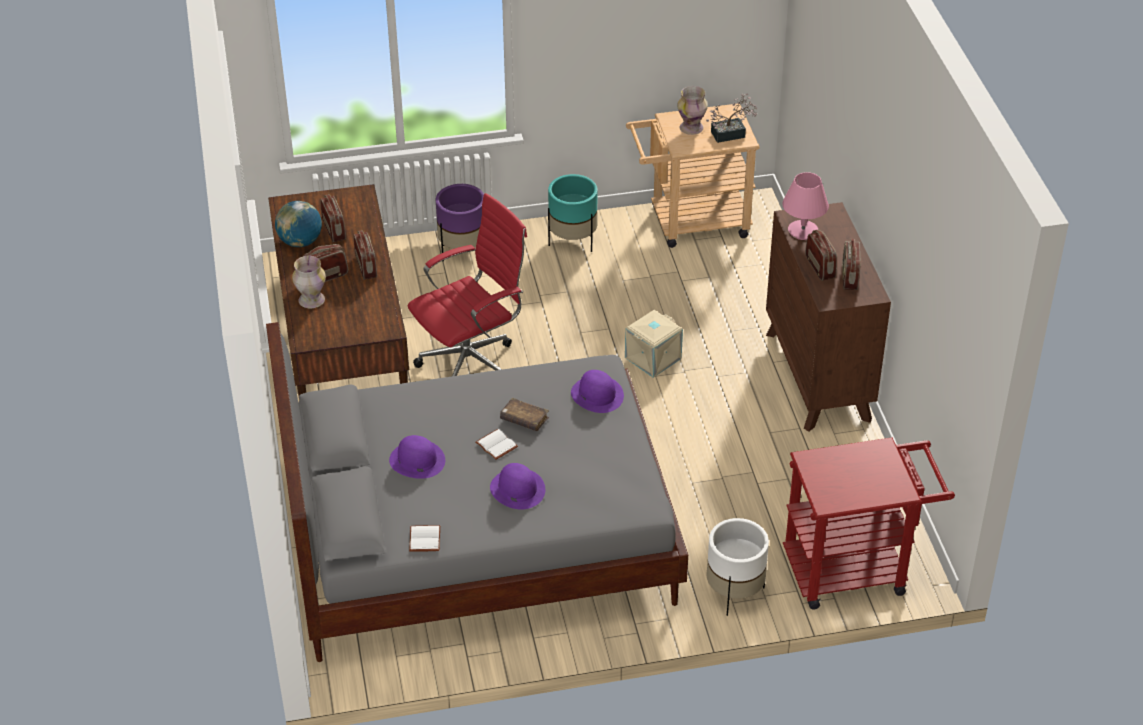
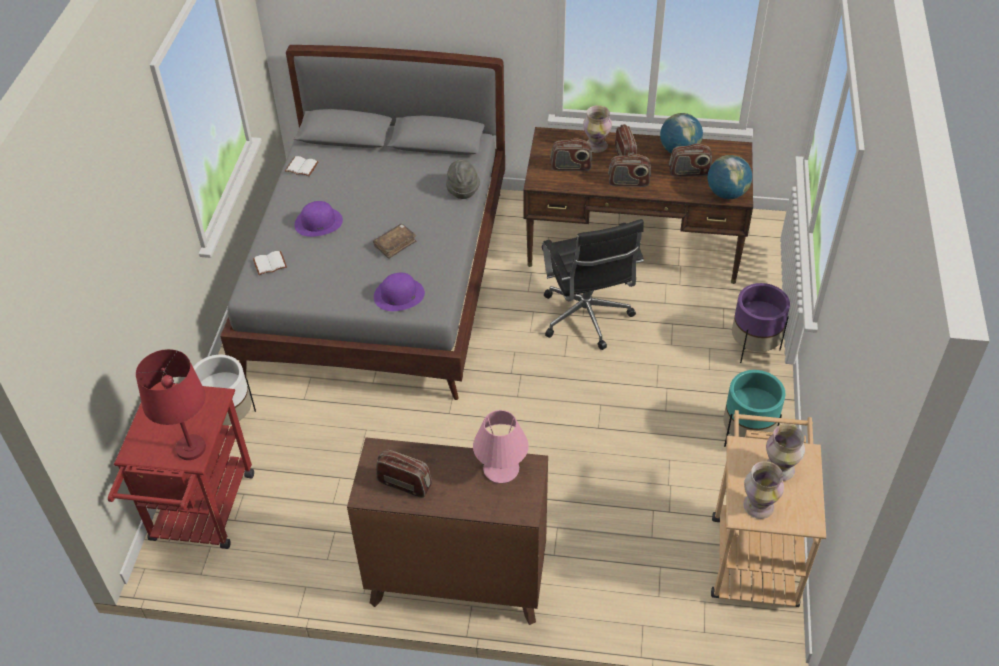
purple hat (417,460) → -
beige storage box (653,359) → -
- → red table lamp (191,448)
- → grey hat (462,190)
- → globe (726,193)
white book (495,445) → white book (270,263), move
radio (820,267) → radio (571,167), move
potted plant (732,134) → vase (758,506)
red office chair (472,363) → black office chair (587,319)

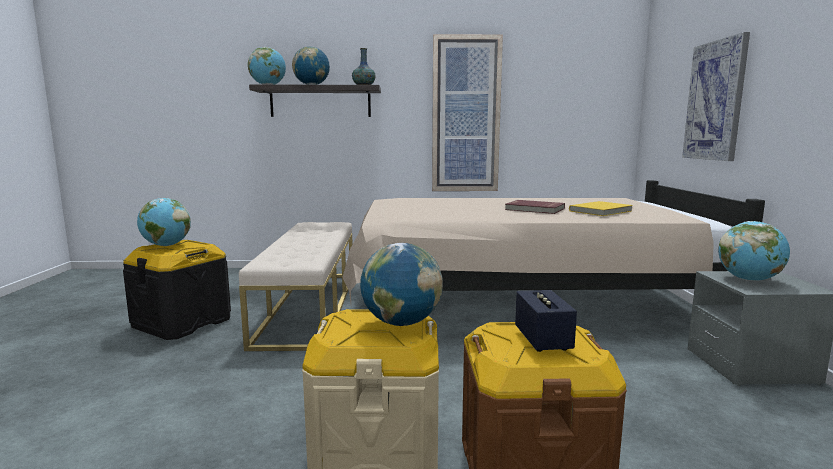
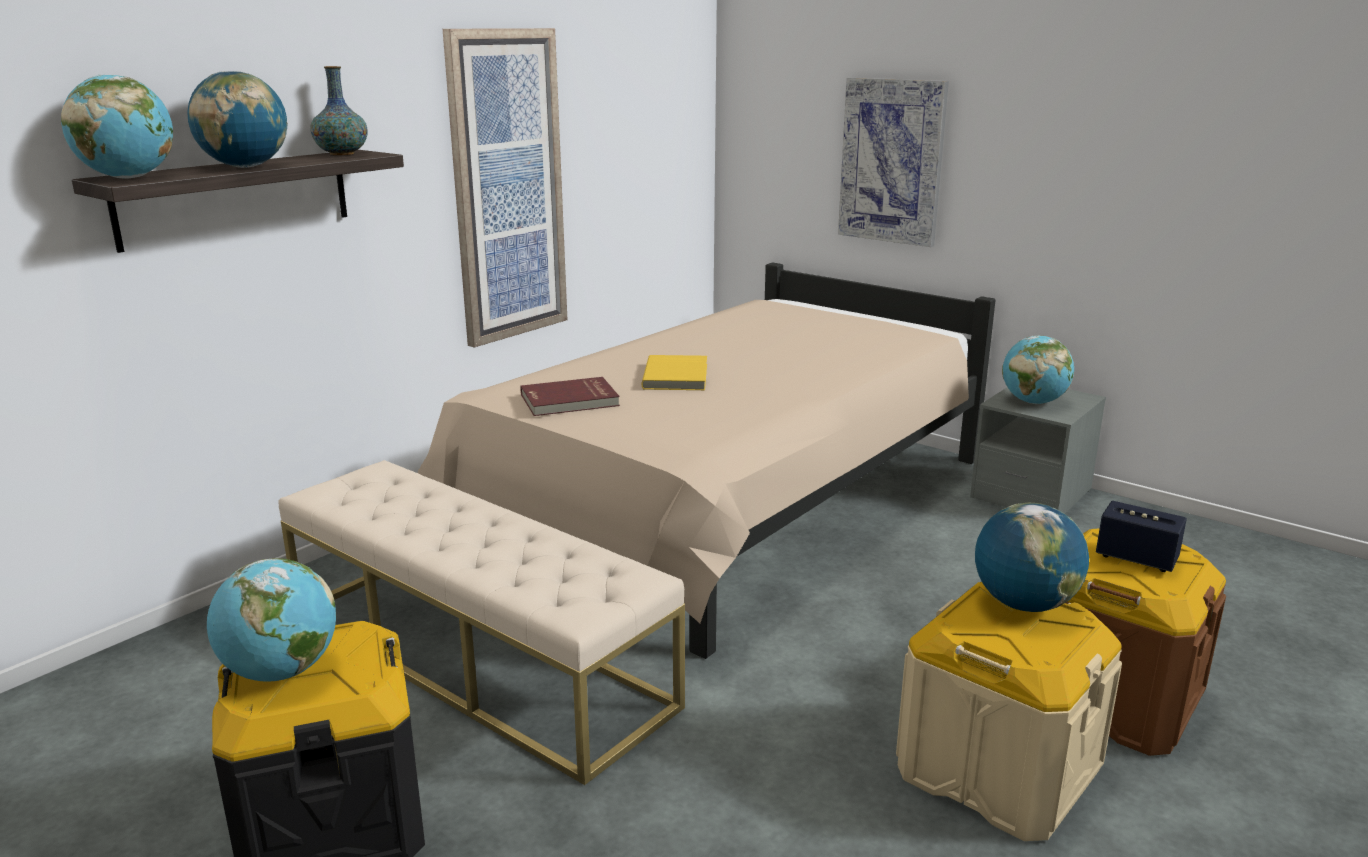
red book (534,209) → red book (570,401), move
yellow book (601,211) → yellow book (677,376), move

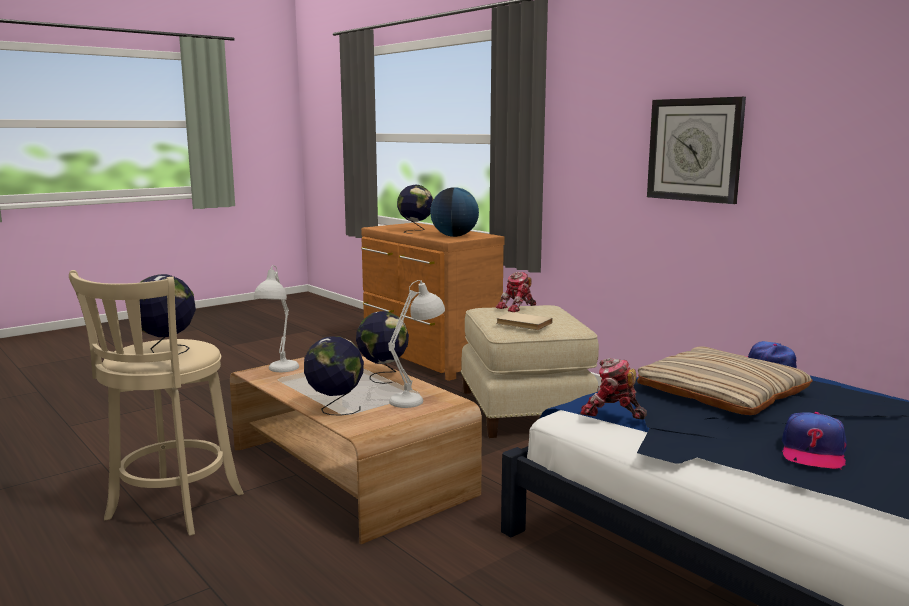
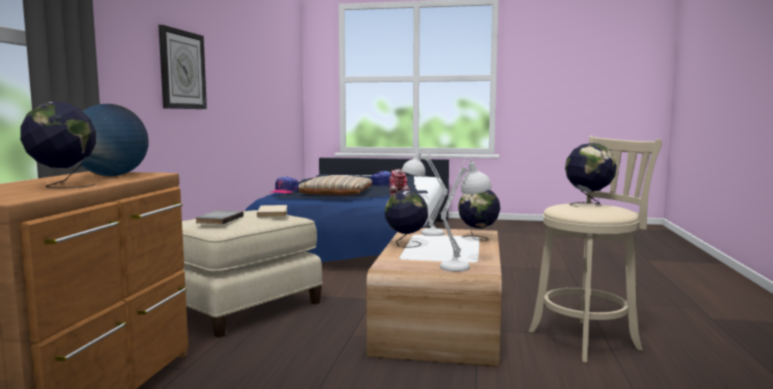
toy robot (517,307) → grey book (218,219)

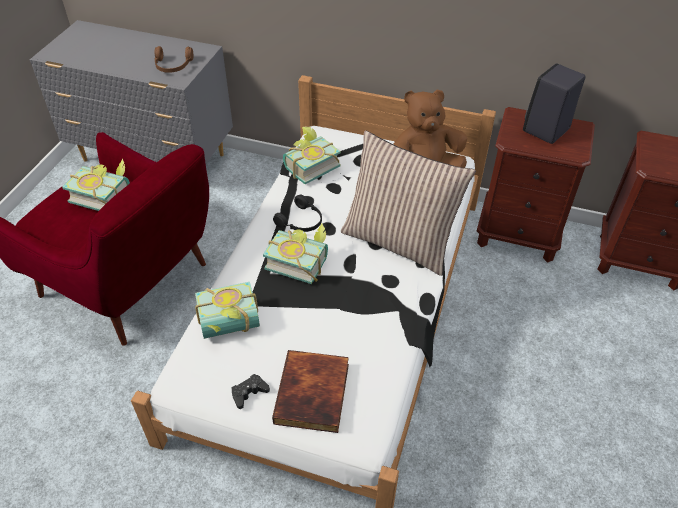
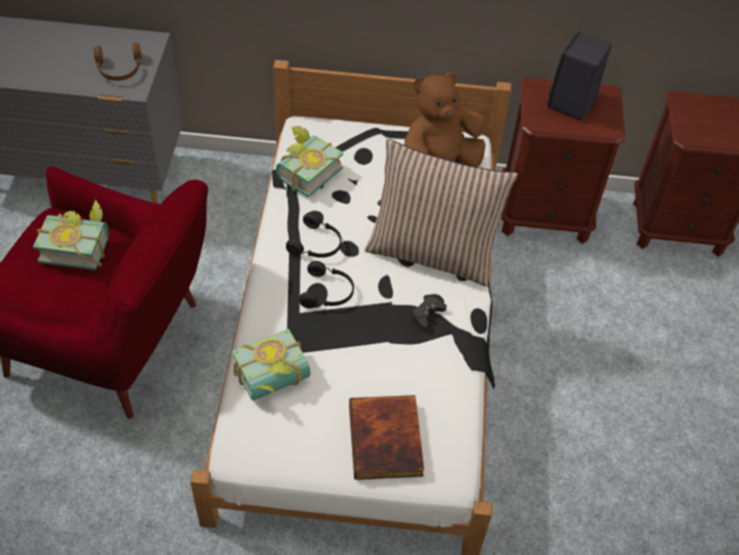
black game controller (249,393) → black game controller (427,314), move
book (299,260) → black headphones (328,292)

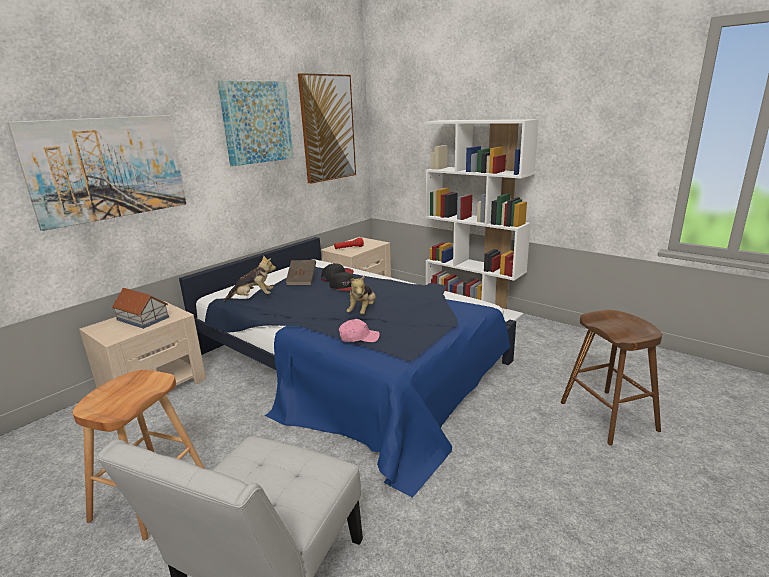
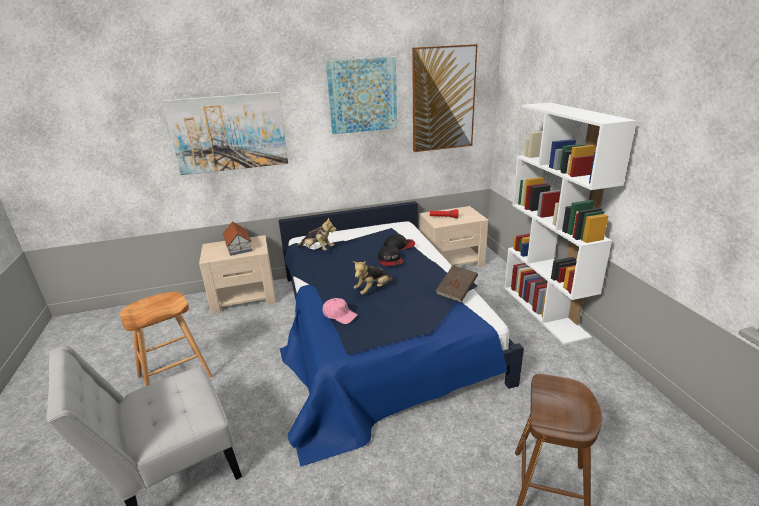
brown book (302,280) → brown book (456,291), move

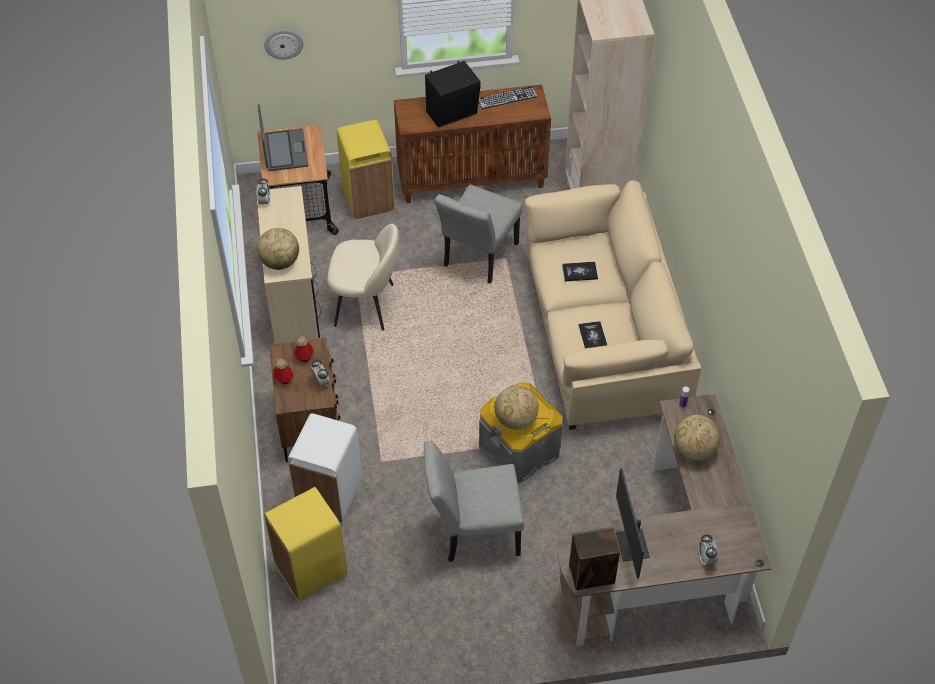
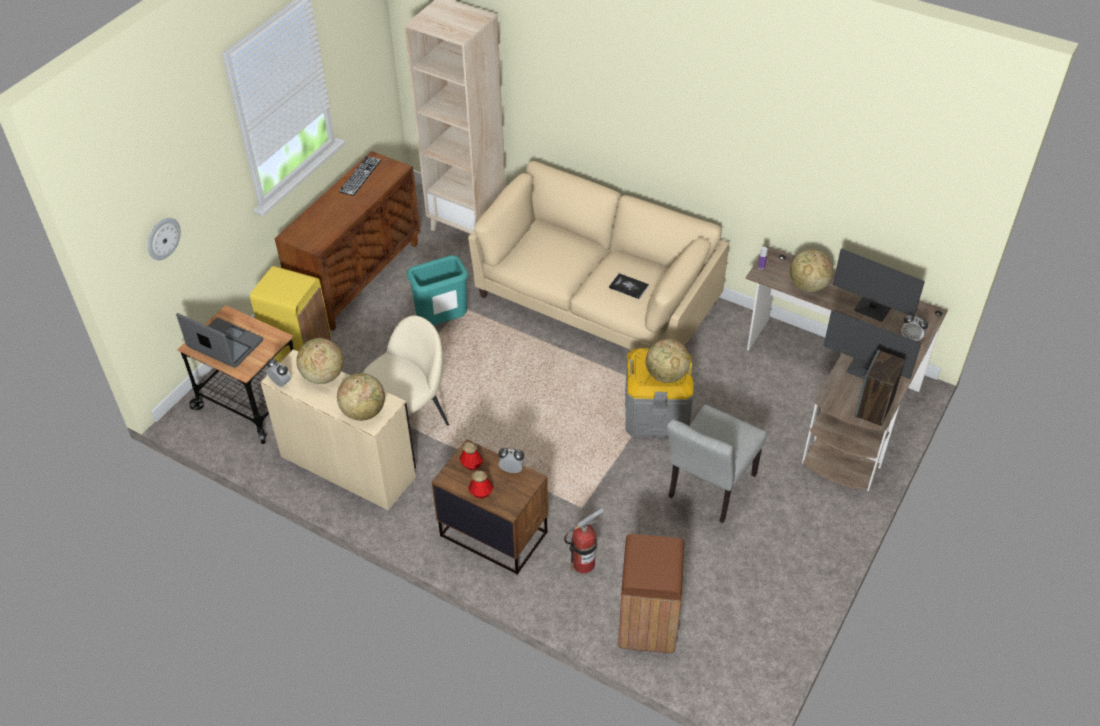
black speaker (453,113) → -
book (579,272) → -
- → globe (323,376)
- → monitor (872,309)
white trash can (330,496) → fire extinguisher (583,564)
grey chair (477,258) → turquoise trash can (442,323)
yellow trash can (310,570) → brown trash can (647,624)

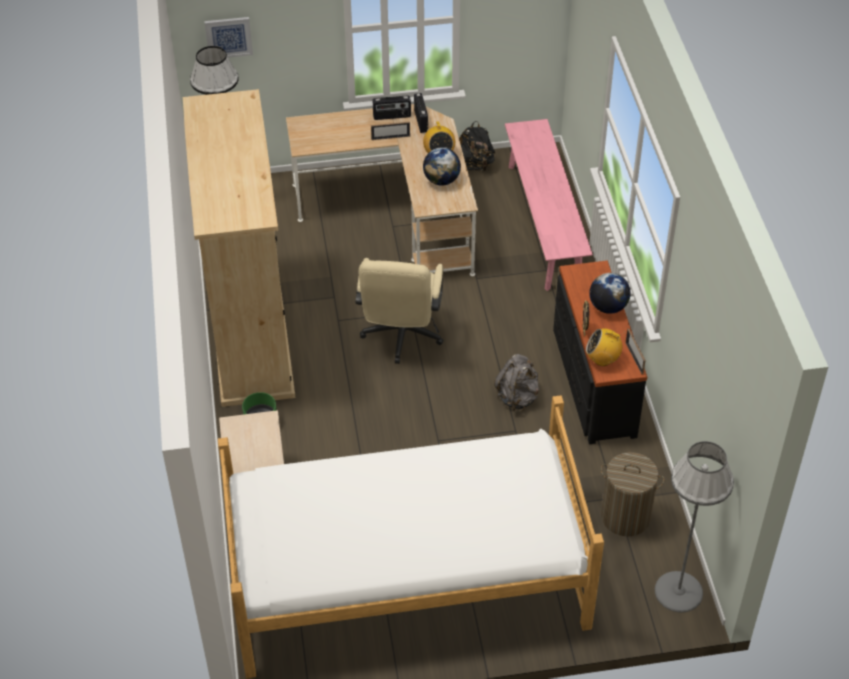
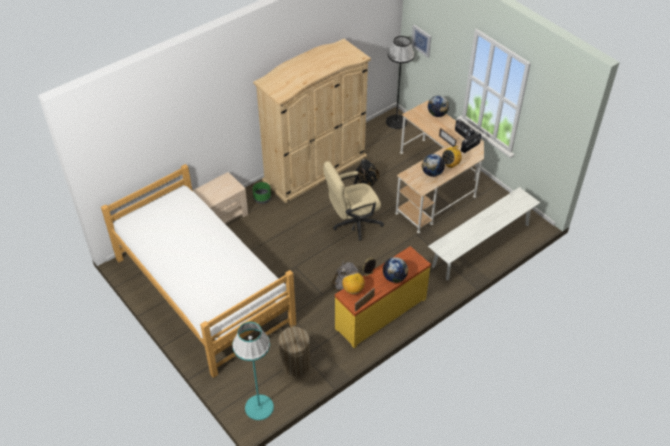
- → globe (437,114)
black backpack (474,165) → black backpack (366,182), move
pink bench (544,224) → white bench (481,245)
black dresser (592,381) → yellow dresser (380,313)
grey floor lamp (678,592) → turquoise floor lamp (259,407)

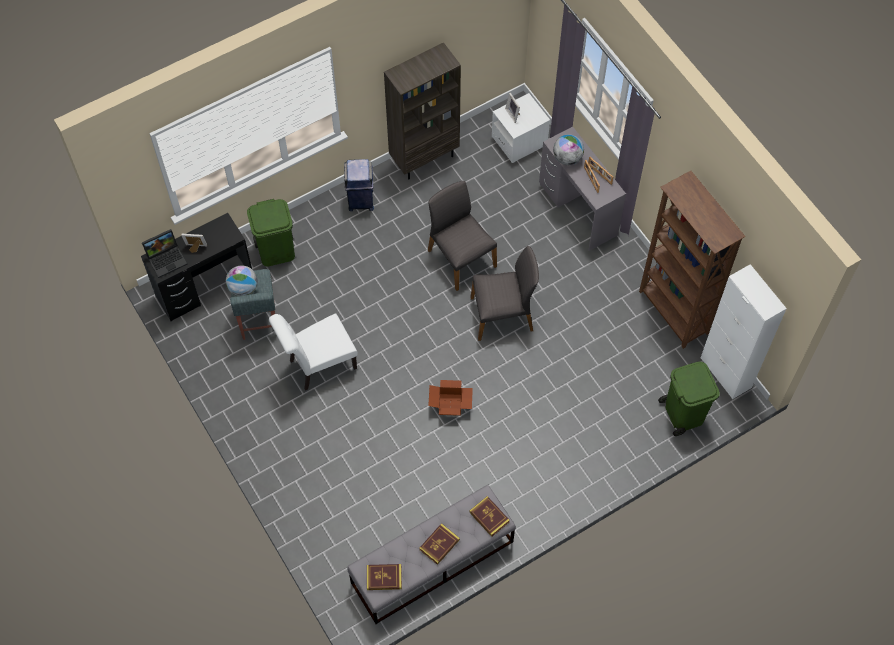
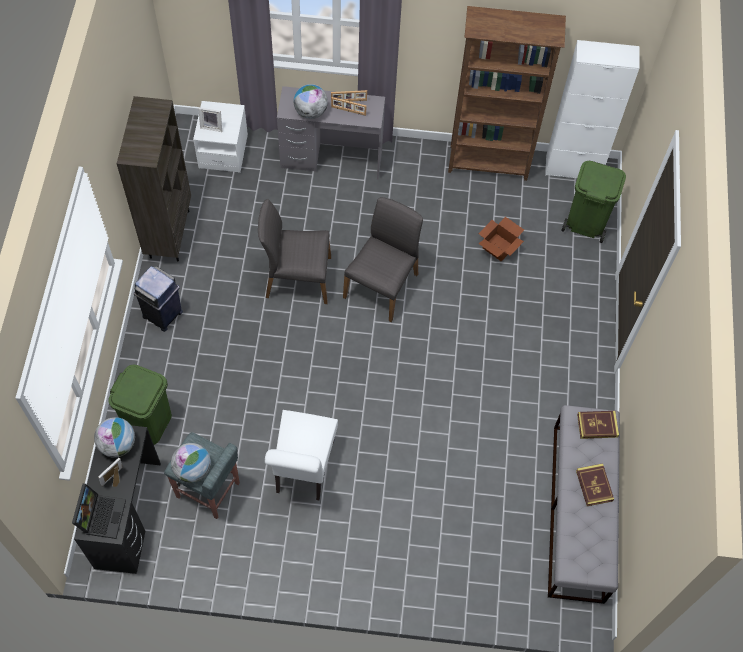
book (384,578) → -
- → globe (118,444)
cardboard box (451,405) → cardboard box (499,247), move

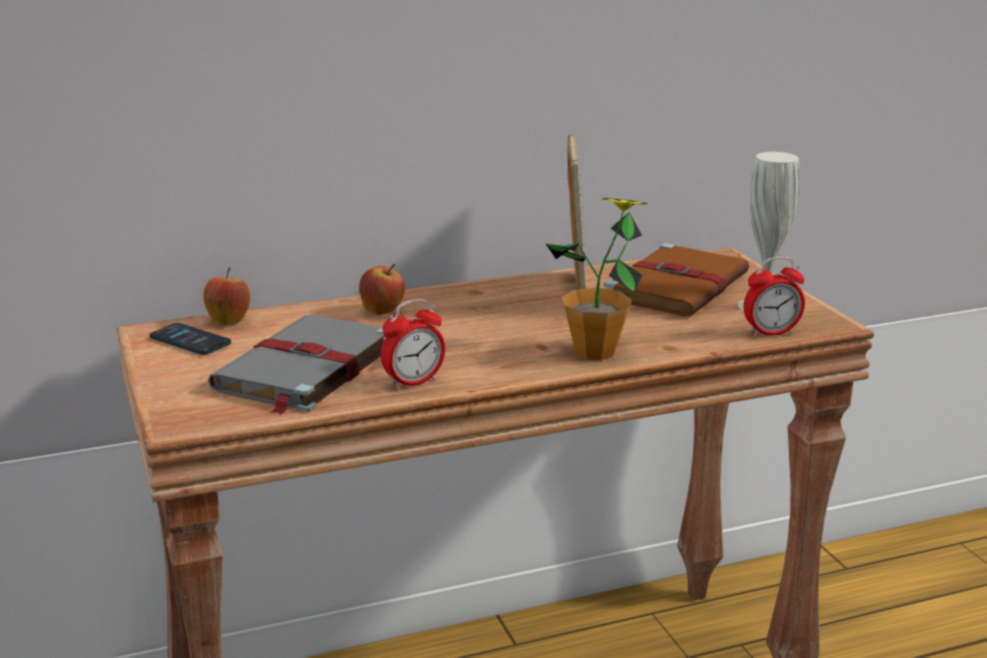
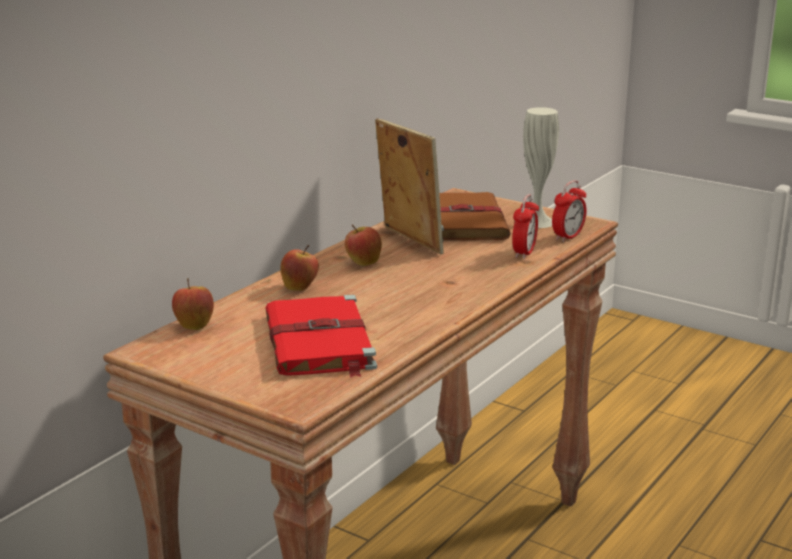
phone (190,341) → -
potted plant (595,352) → -
- → apple (363,263)
alarm clock (413,382) → alarm clock (524,253), move
grey book (304,370) → red book (319,342)

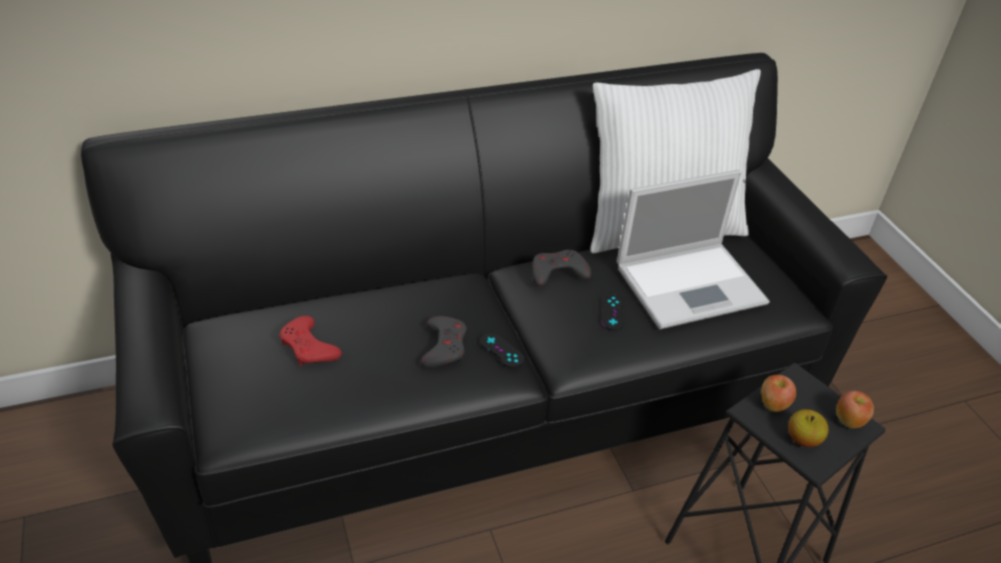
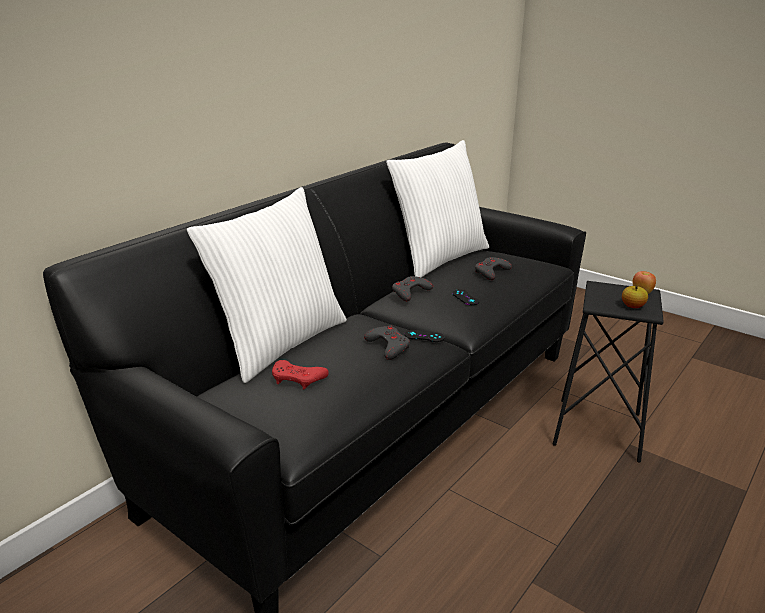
apple (773,404) → -
- → white pillow (280,342)
laptop (692,284) → grey game controller (491,272)

